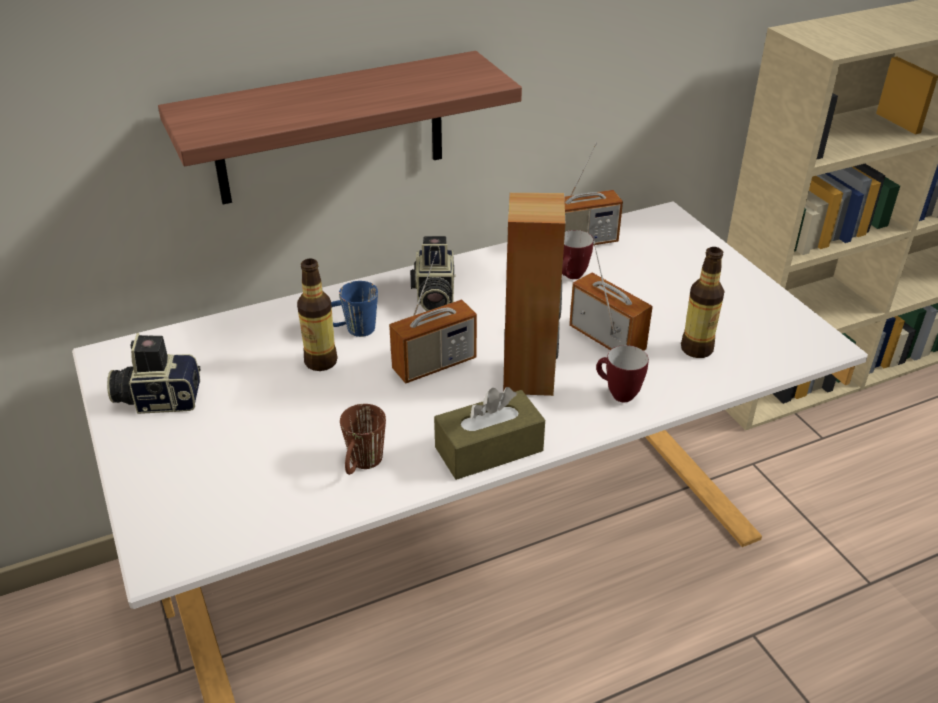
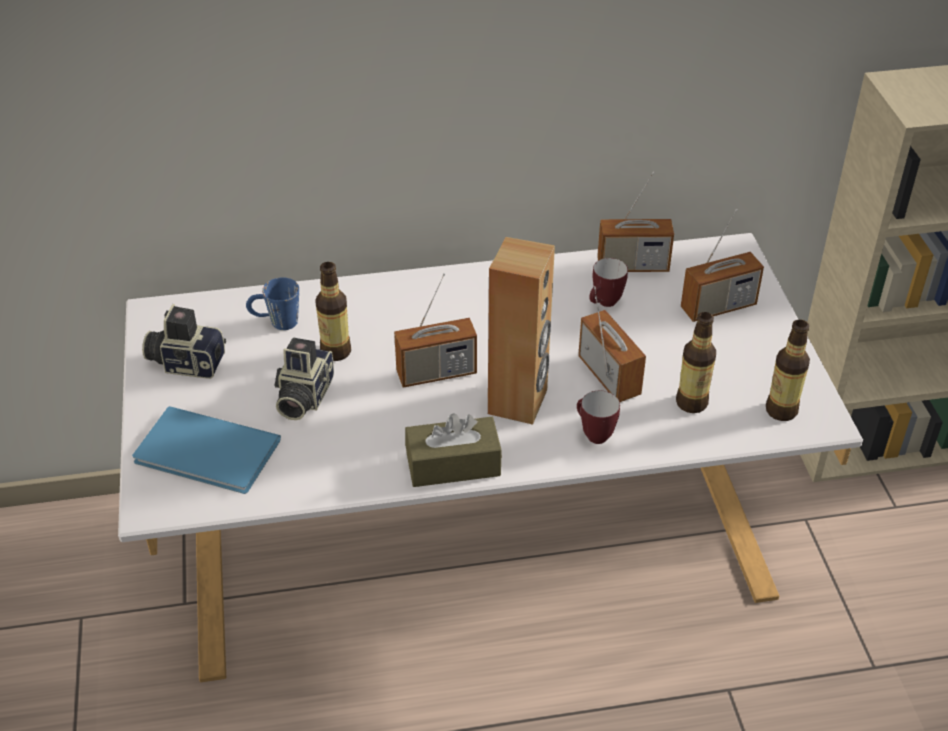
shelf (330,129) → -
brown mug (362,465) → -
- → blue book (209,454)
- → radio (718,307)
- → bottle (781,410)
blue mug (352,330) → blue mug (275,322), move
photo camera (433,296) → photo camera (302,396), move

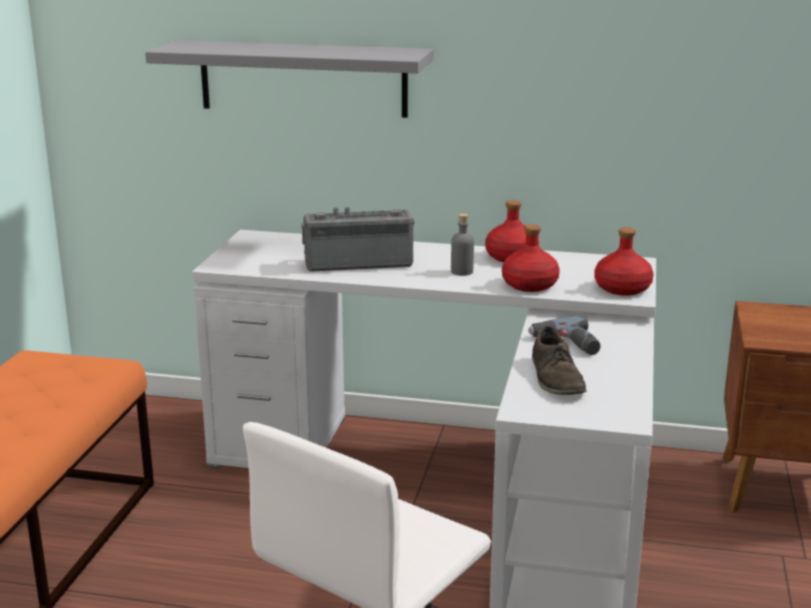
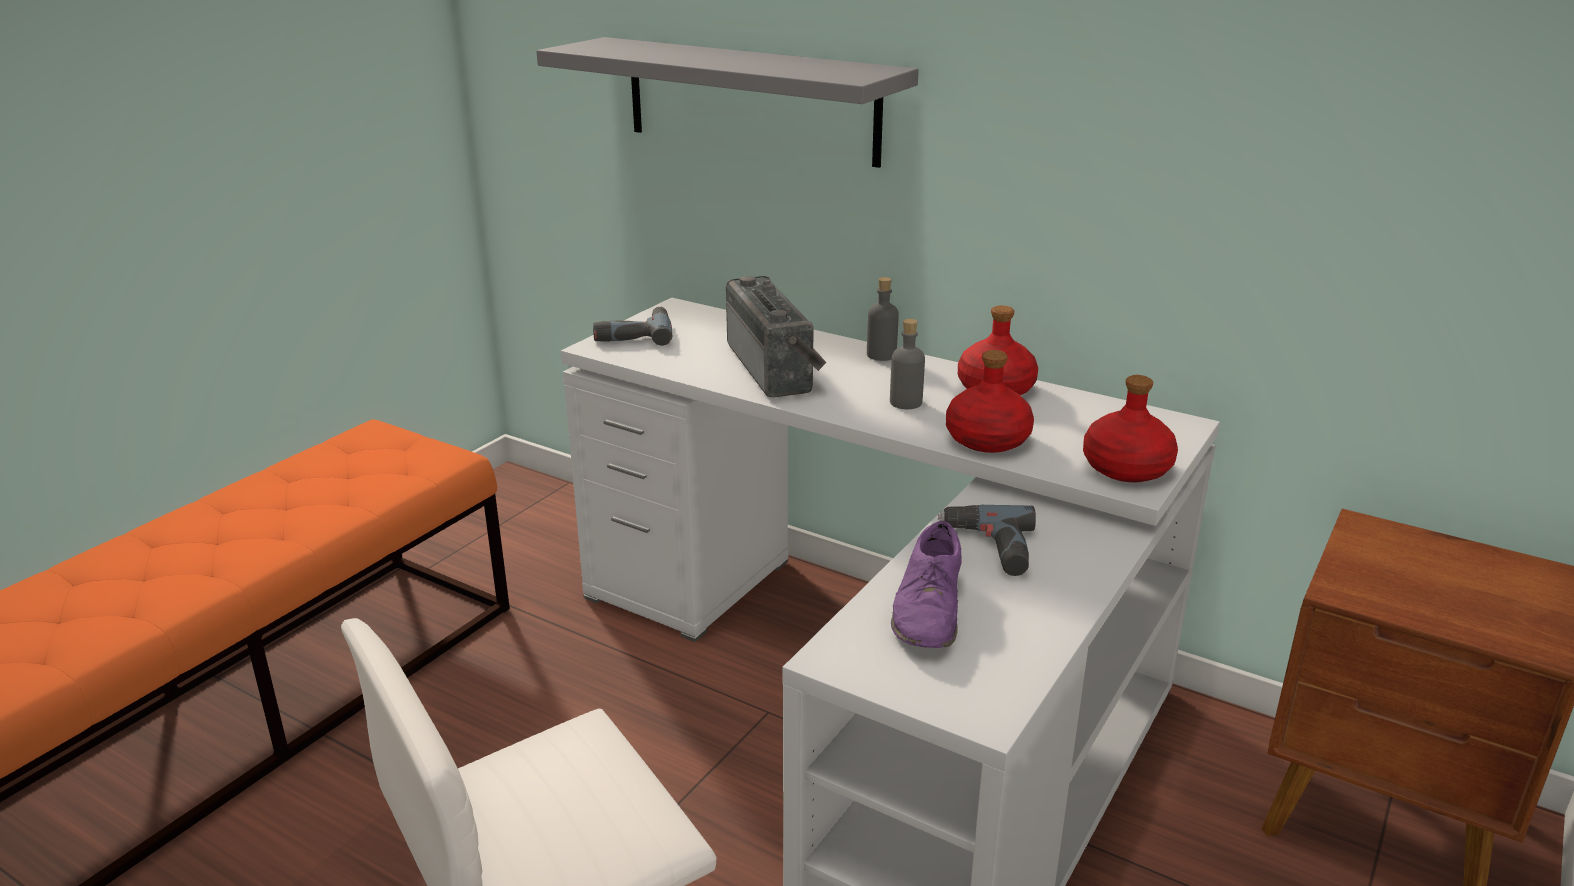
- → power drill (633,334)
- → grey bottle (881,355)
brown shoe (556,378) → purple shoe (929,608)
radio (358,263) → radio (776,368), 60 degrees clockwise

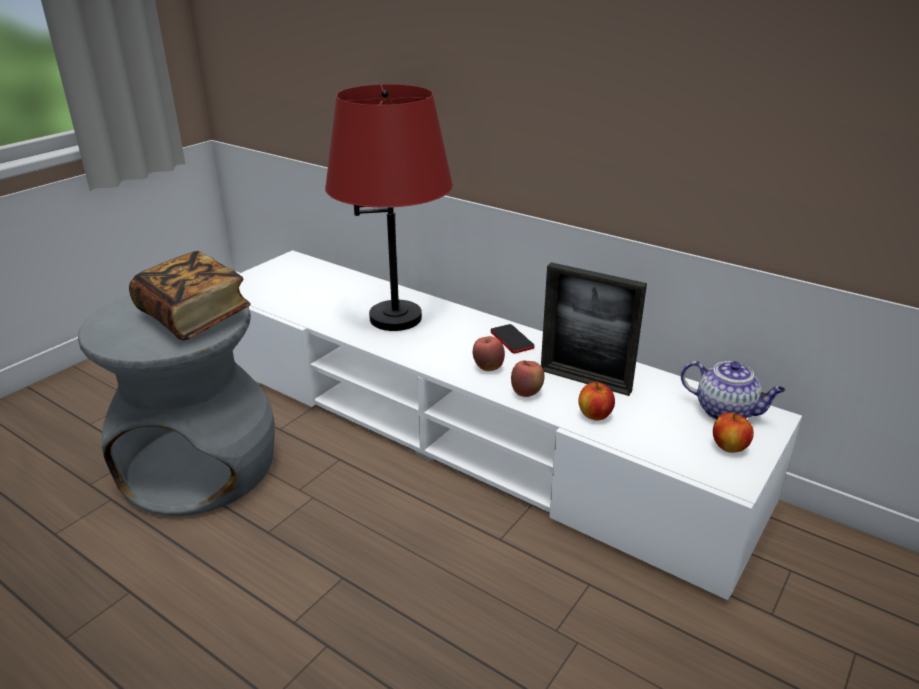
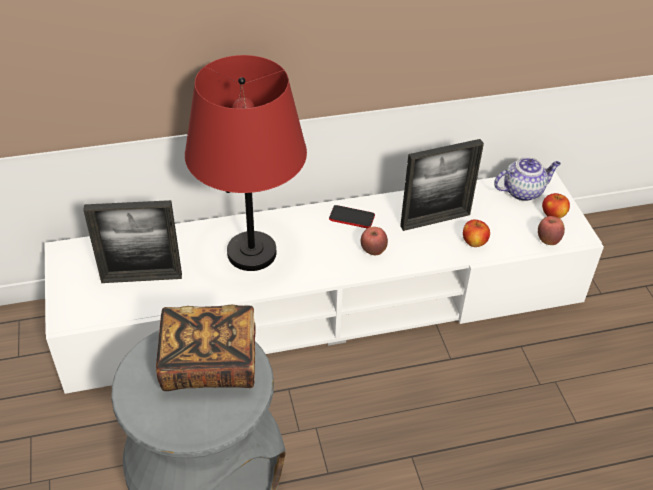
- → picture frame (141,278)
apple (526,393) → apple (548,240), move

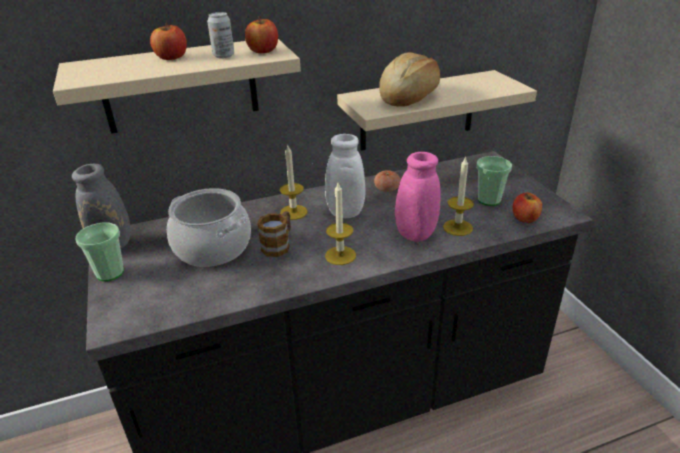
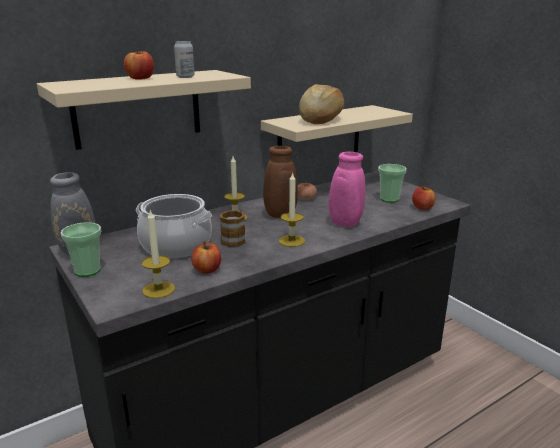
apple (263,51) → apple (207,270), move
candle (457,227) → candle (158,289), move
white vase (343,214) → brown vase (279,216)

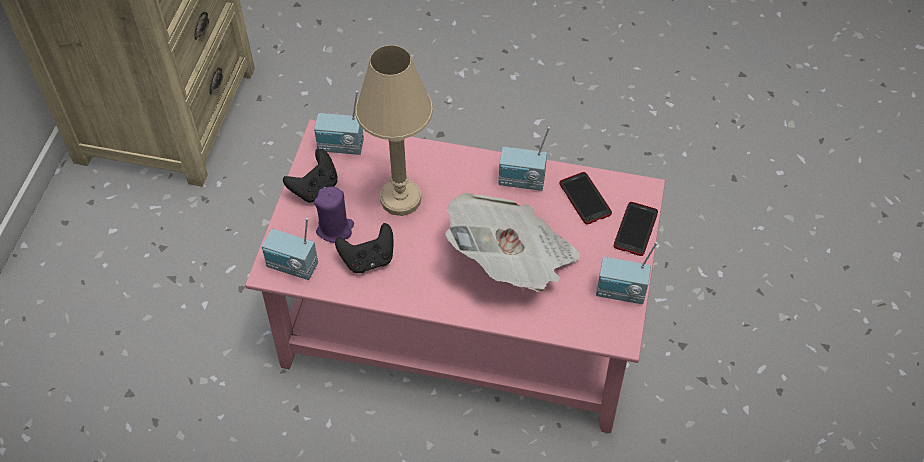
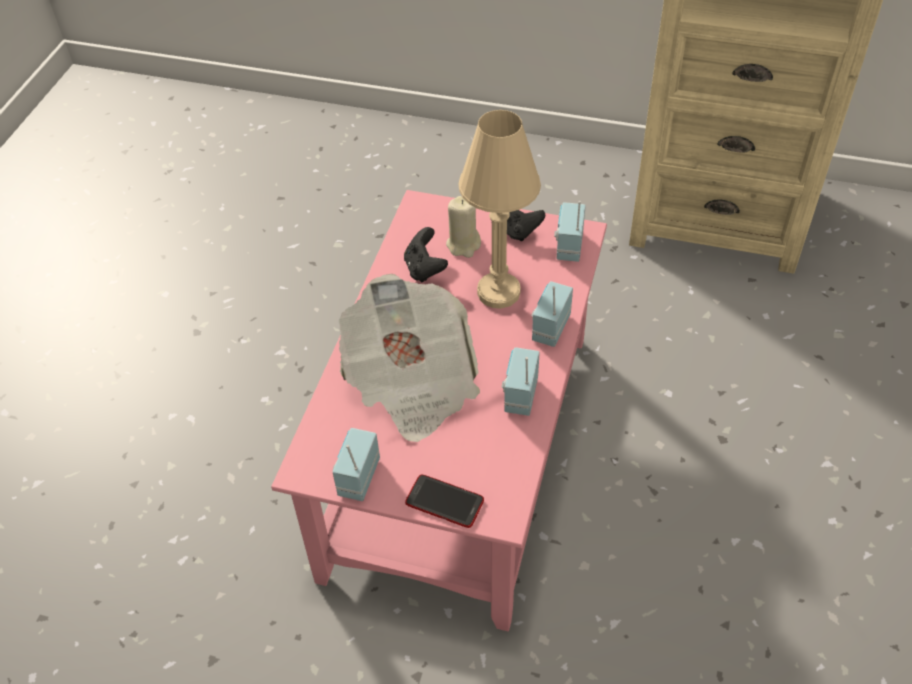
phone (585,199) → -
radio (292,267) → radio (549,327), move
purple candle (335,229) → beige candle (463,245)

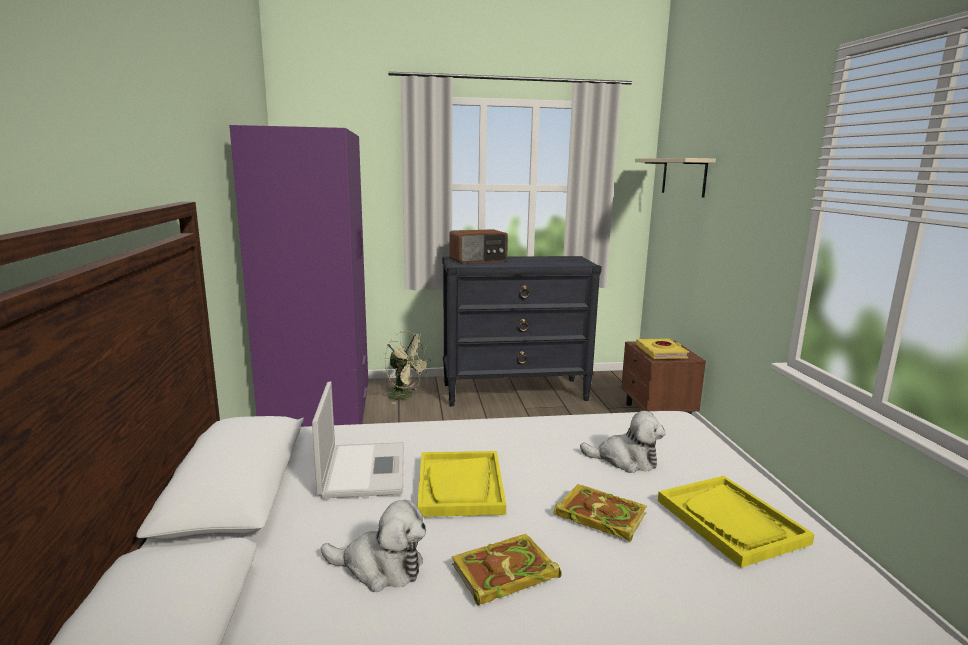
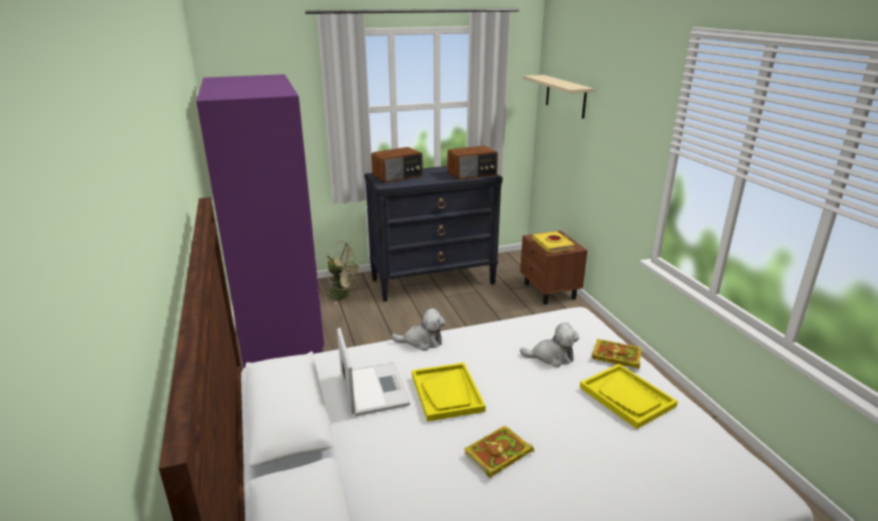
- → radio (472,174)
plush toy (380,567) → plush toy (422,341), move
book (598,515) → book (615,356), move

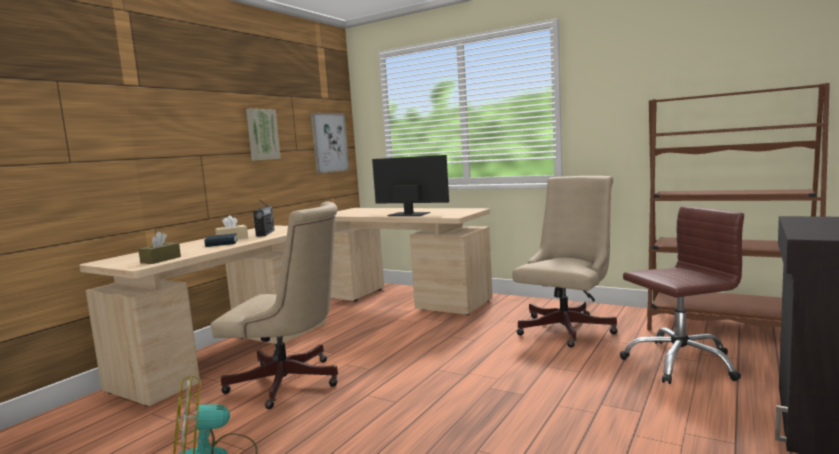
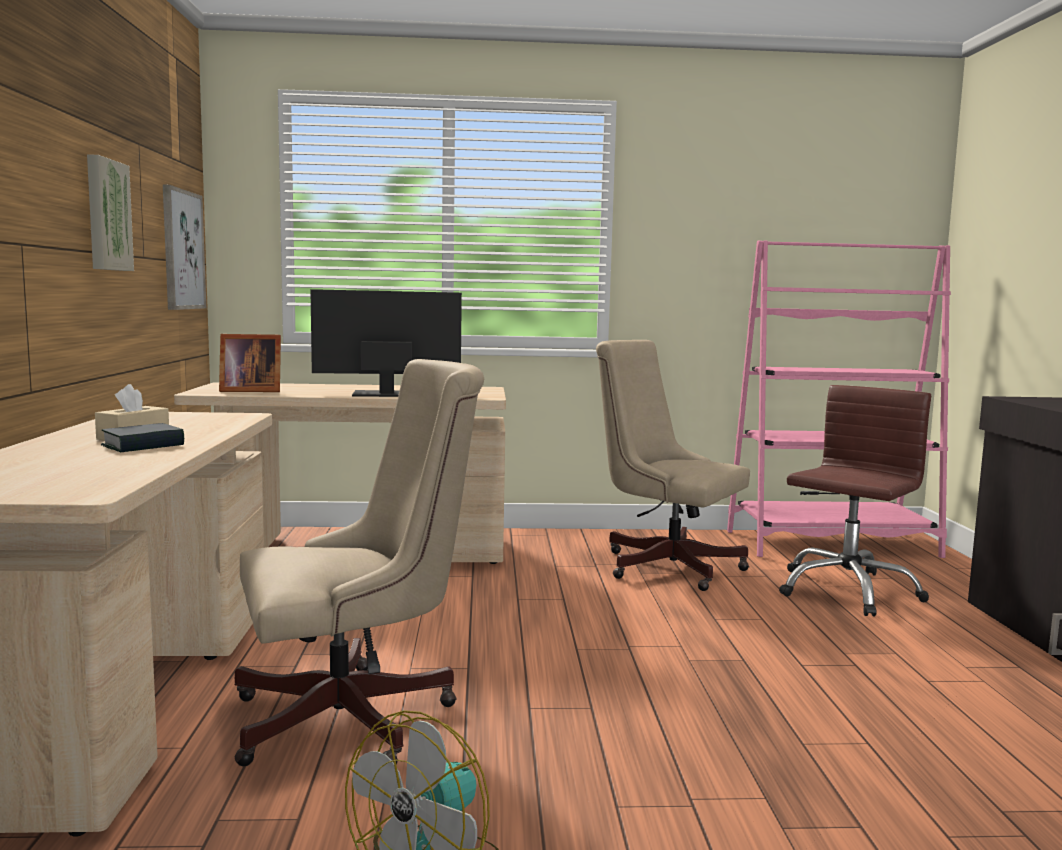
brown tissue box (161,260) → -
radio (265,233) → -
- → picture frame (249,390)
brown bookcase (727,327) → pink bookcase (831,544)
beige office chair (569,327) → beige office chair (664,565), 60 degrees counterclockwise

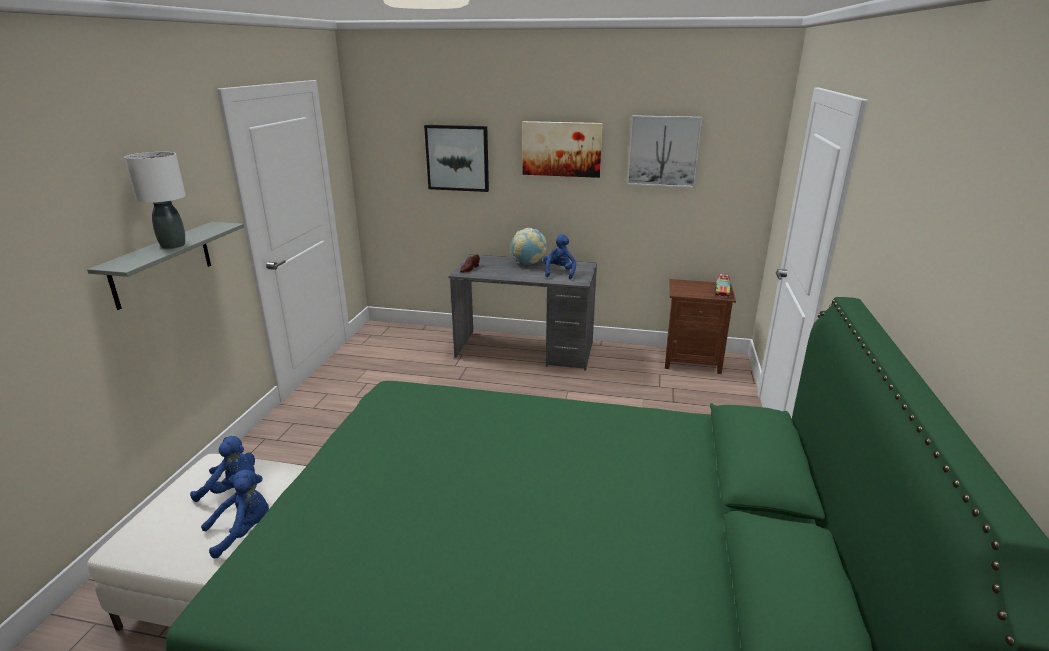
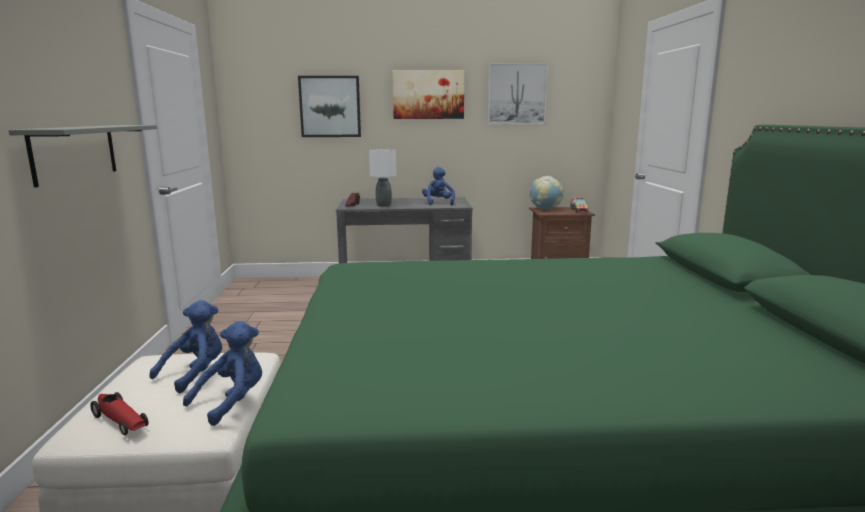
- → toy car (120,420)
white table lamp (173,246) → white table lamp (384,205), move
globe (528,264) → globe (545,209), move
blue plush toy (233,489) → blue plush toy (195,373), 45 degrees counterclockwise

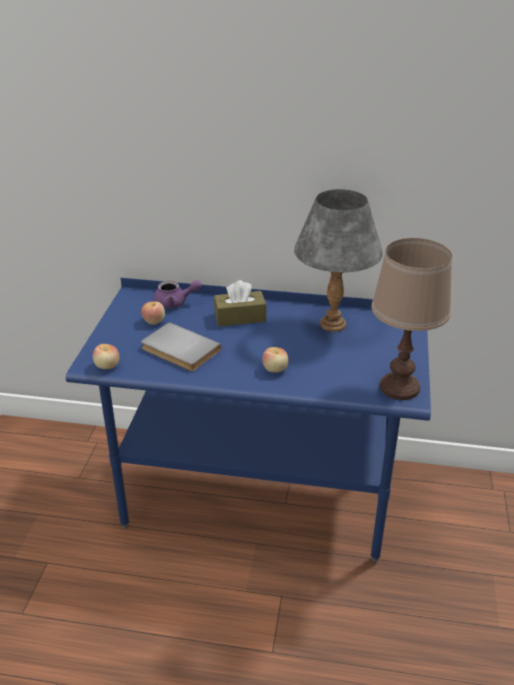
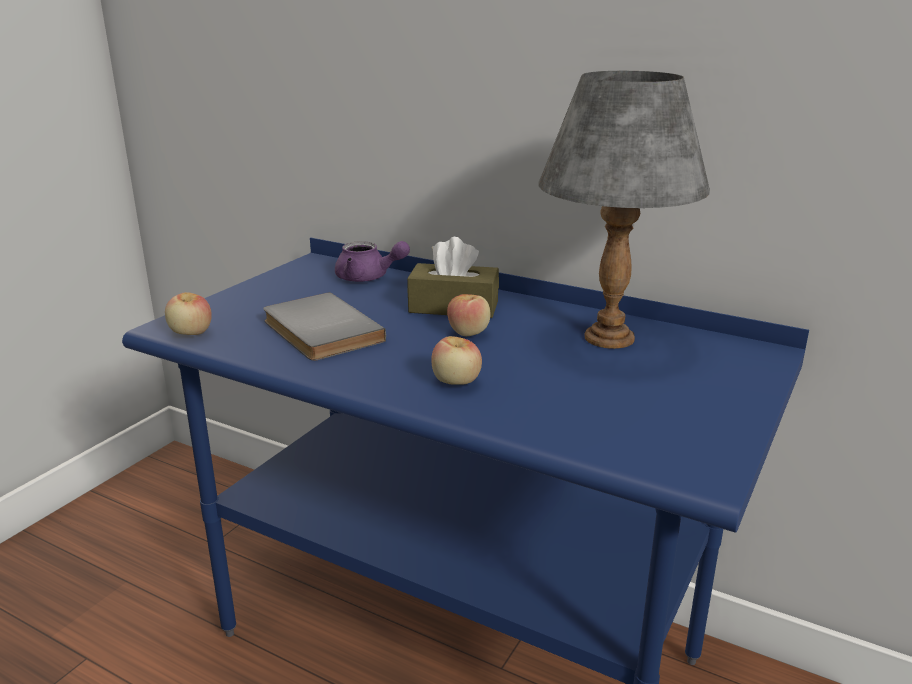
brown table lamp (400,387) → -
apple (154,321) → apple (468,332), move

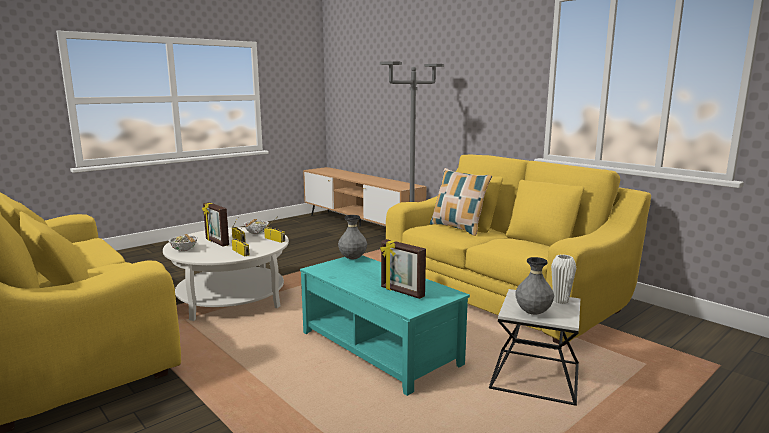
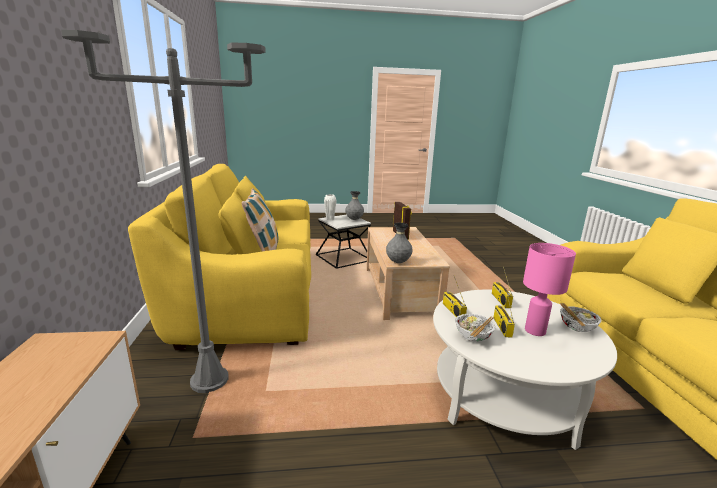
picture frame (216,242) → pink table lamp (534,330)
turquoise coffee table (380,348) → beige coffee table (398,291)

